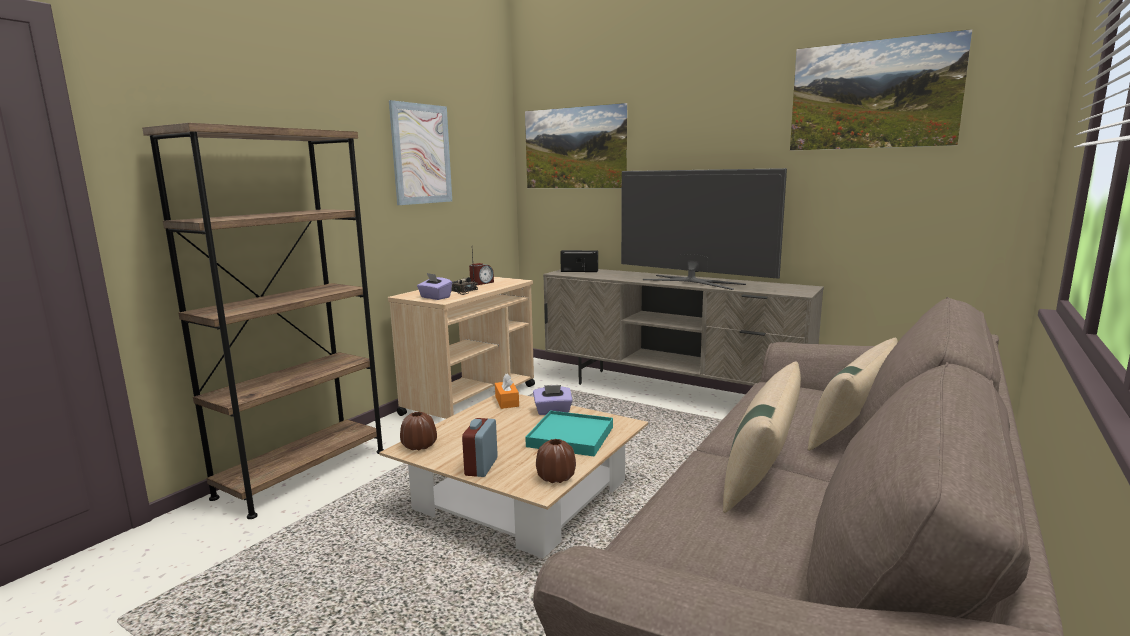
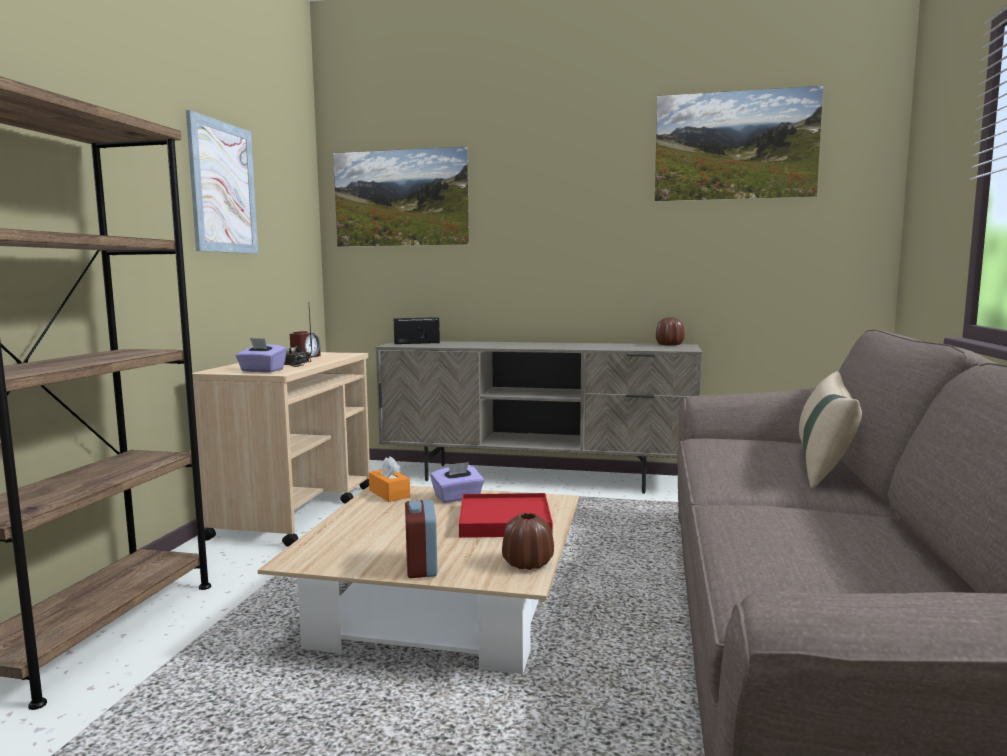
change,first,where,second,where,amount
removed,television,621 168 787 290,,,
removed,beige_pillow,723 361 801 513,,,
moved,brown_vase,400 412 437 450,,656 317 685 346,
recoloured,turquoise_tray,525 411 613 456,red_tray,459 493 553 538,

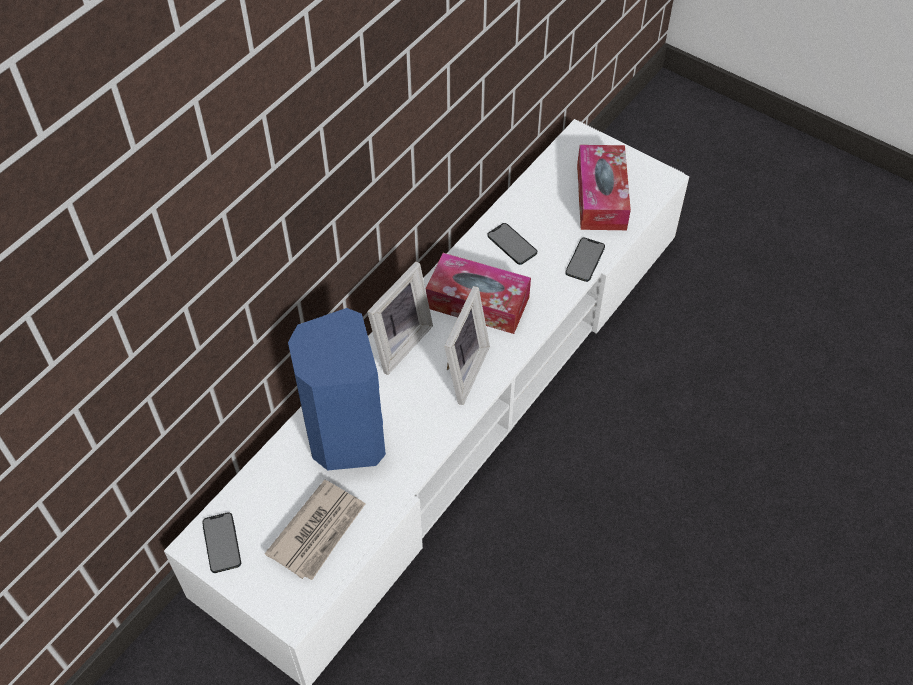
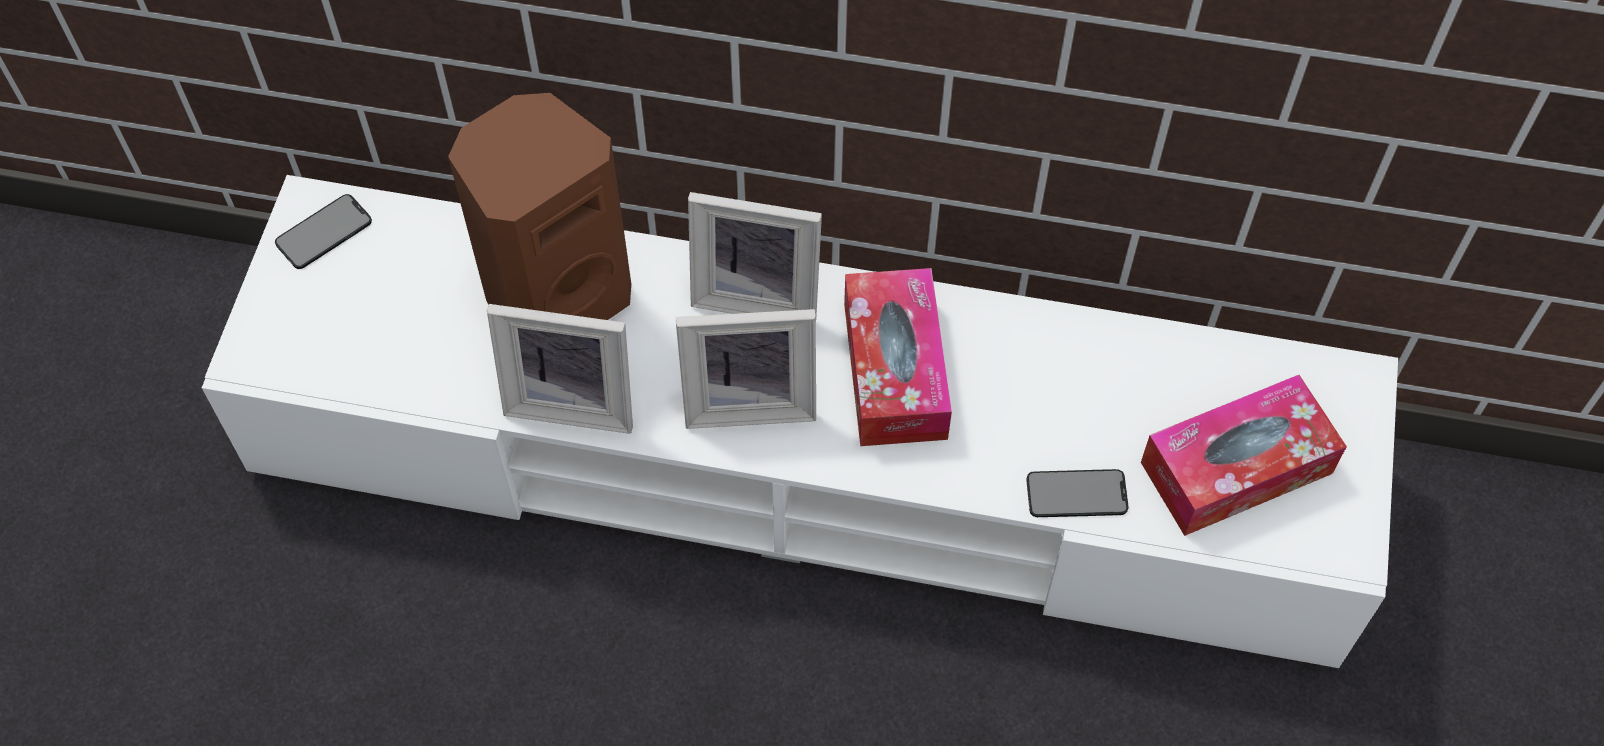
change,first,where,second,where,amount
removed,newspaper,265 480 365 580,,,
removed,phone,487 223 537 265,,,
added,,,picture_frame,487 304 633 434,
recoloured,blue_speaker,288 308 386 470,brown_speaker,448 93 631 320,

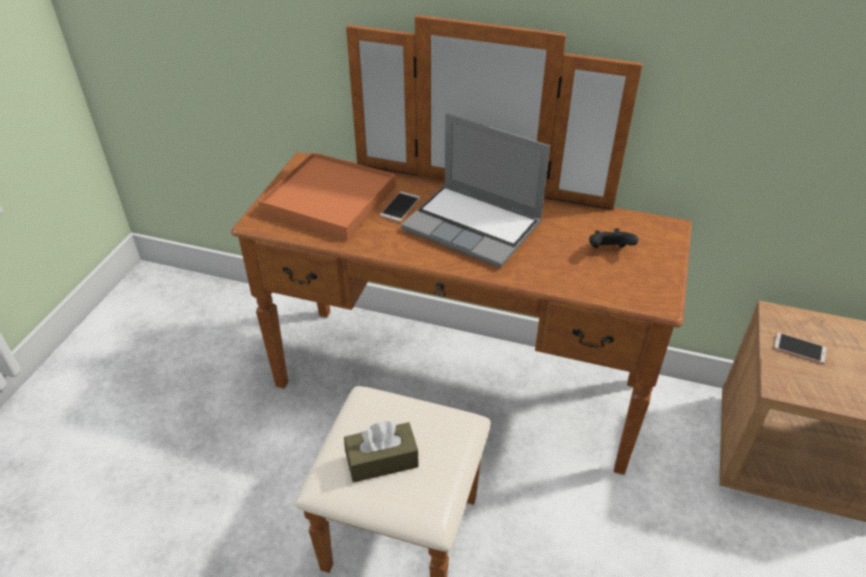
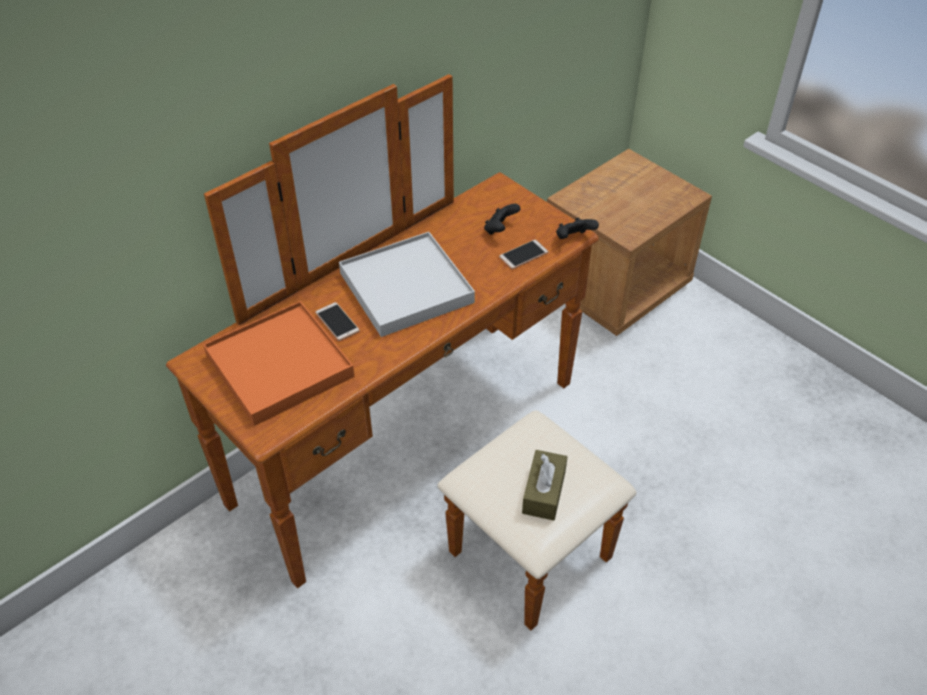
change,first,where,second,where,amount
added,,,black_game_controller,556 217 599 239,
moved,phone,773 332 827 364,,499 240 549 269,
replaced,laptop,401 113 550 268,white_tray,339 232 475 337,

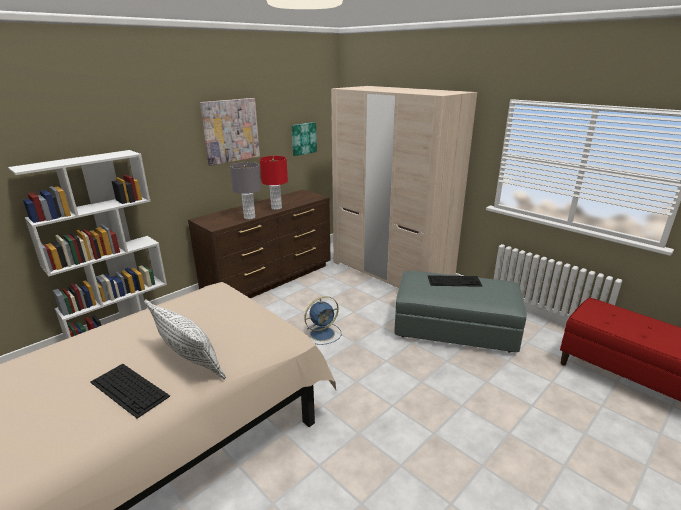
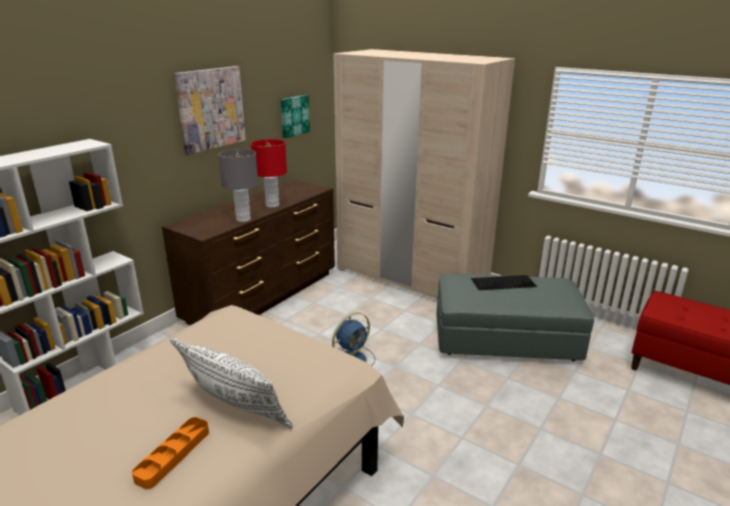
change,first,where,second,where,amount
replaced,keyboard,90 364 170 419,orange_tray,132 417 209 489,

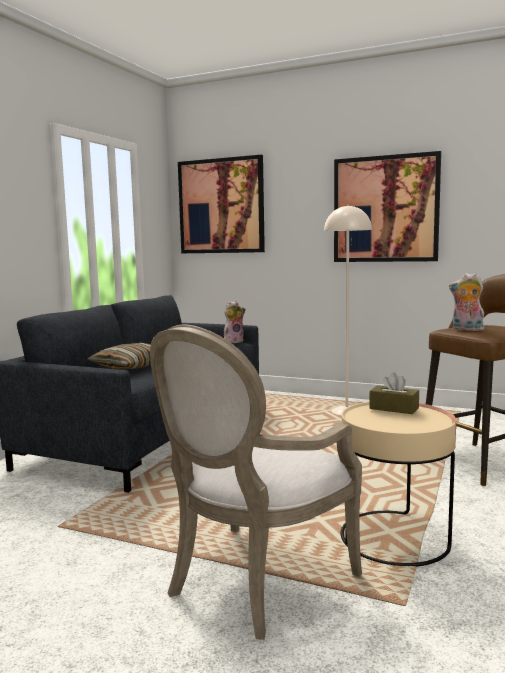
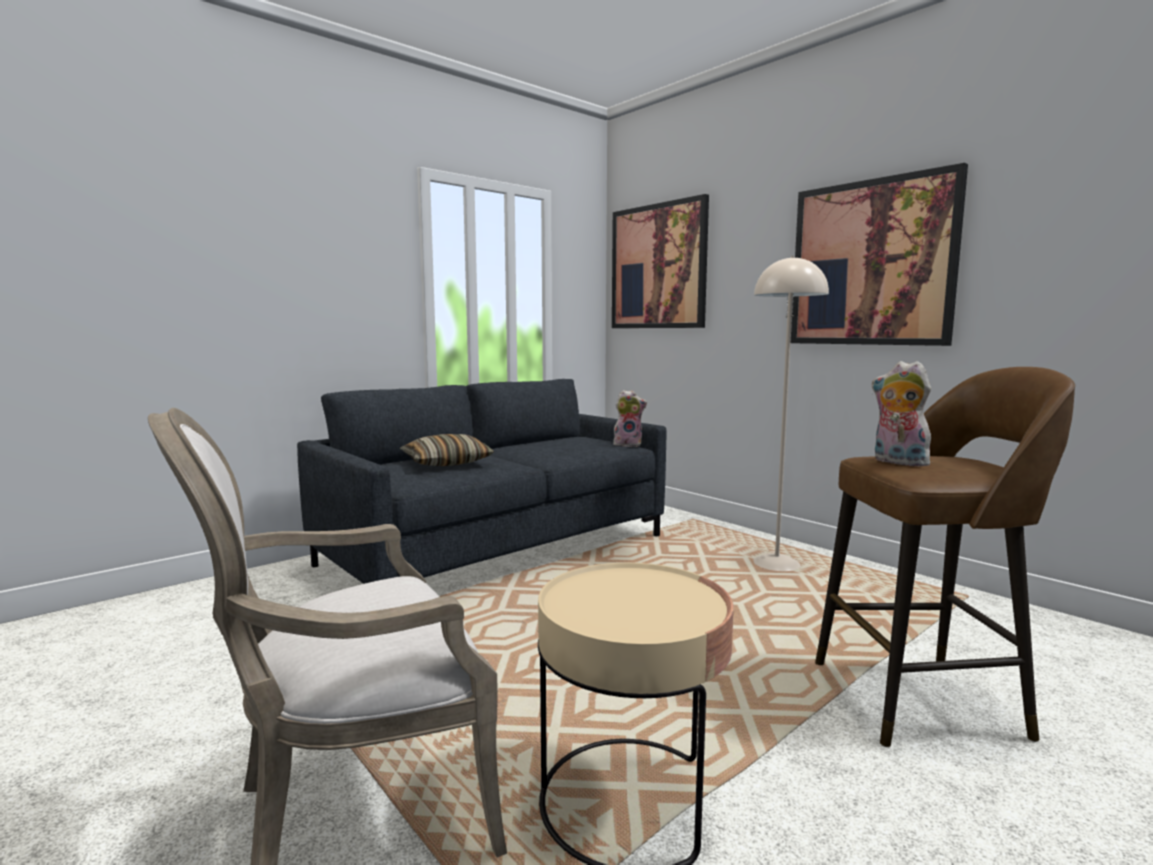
change,first,where,second,where,amount
removed,brown_tissue_box,369 372 419 414,,,

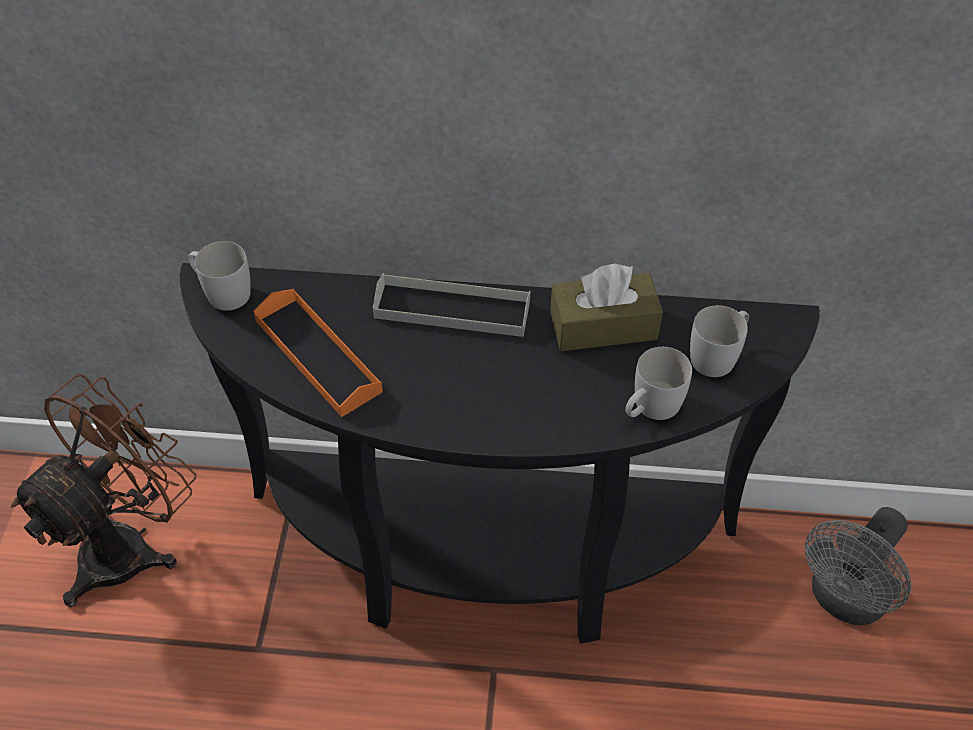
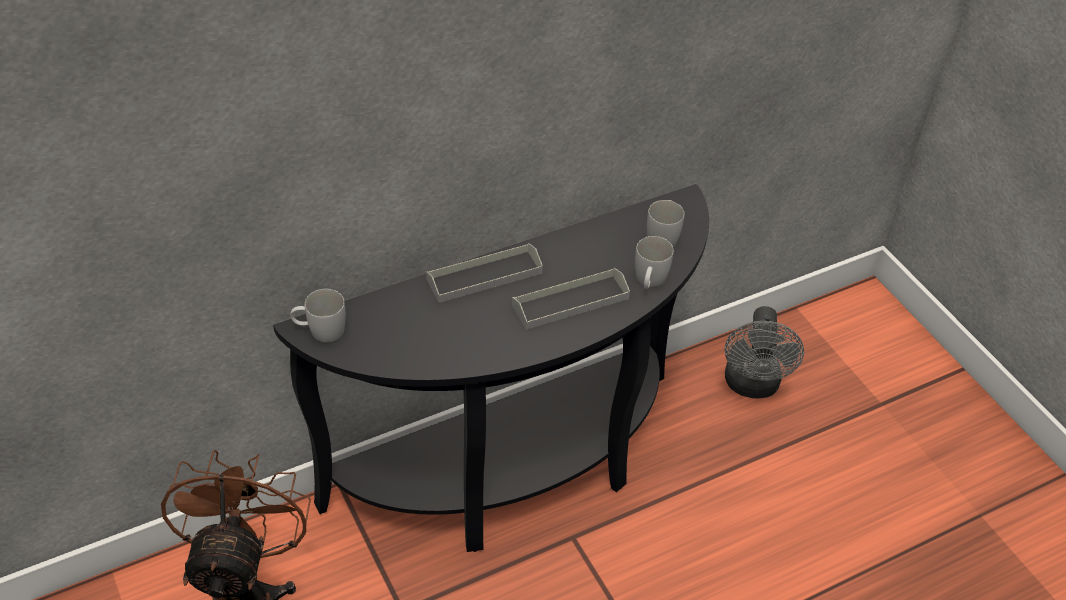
change,first,where,second,where,amount
removed,orange_tray,253 289 383 417,,,
removed,brown_tissue_box,550 263 663 351,,,
added,,,grey_tray,512 268 630 330,

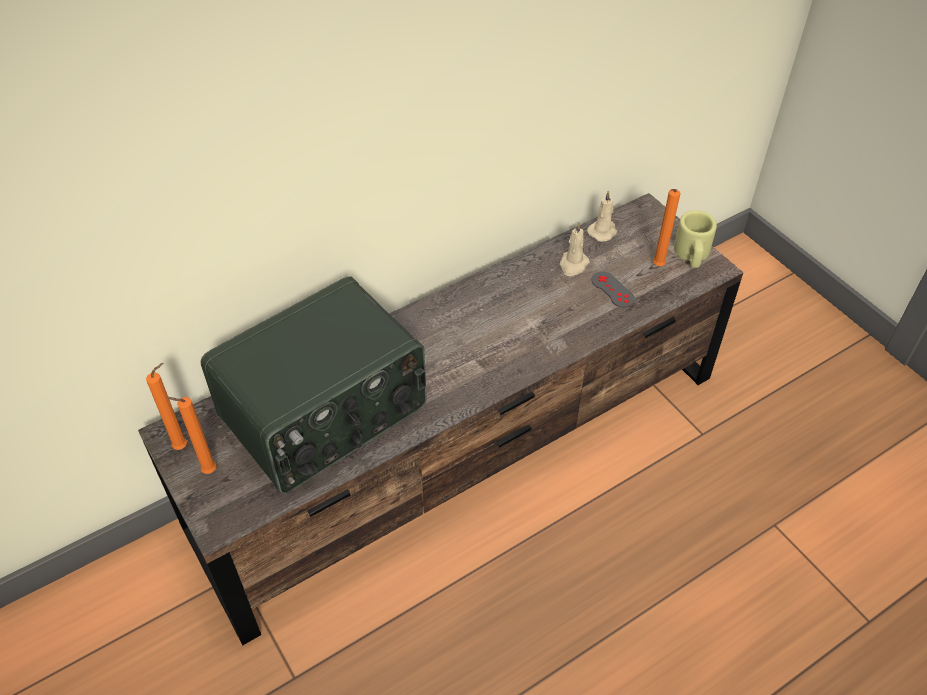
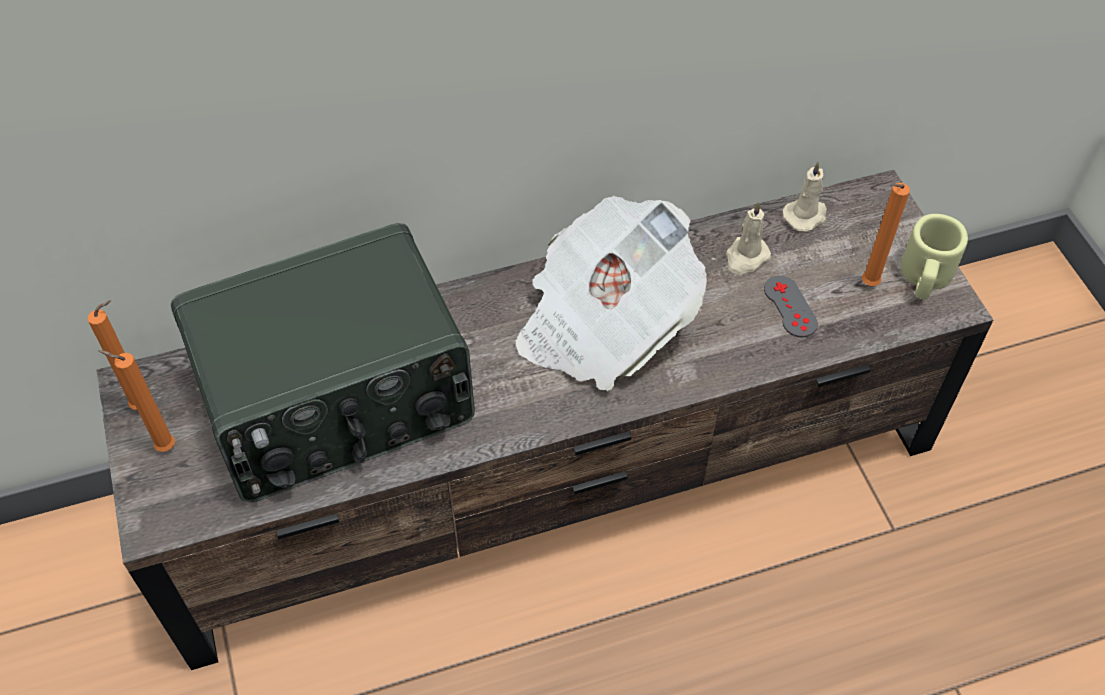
change,first,where,second,where,amount
added,,,newspaper,516 196 707 391,

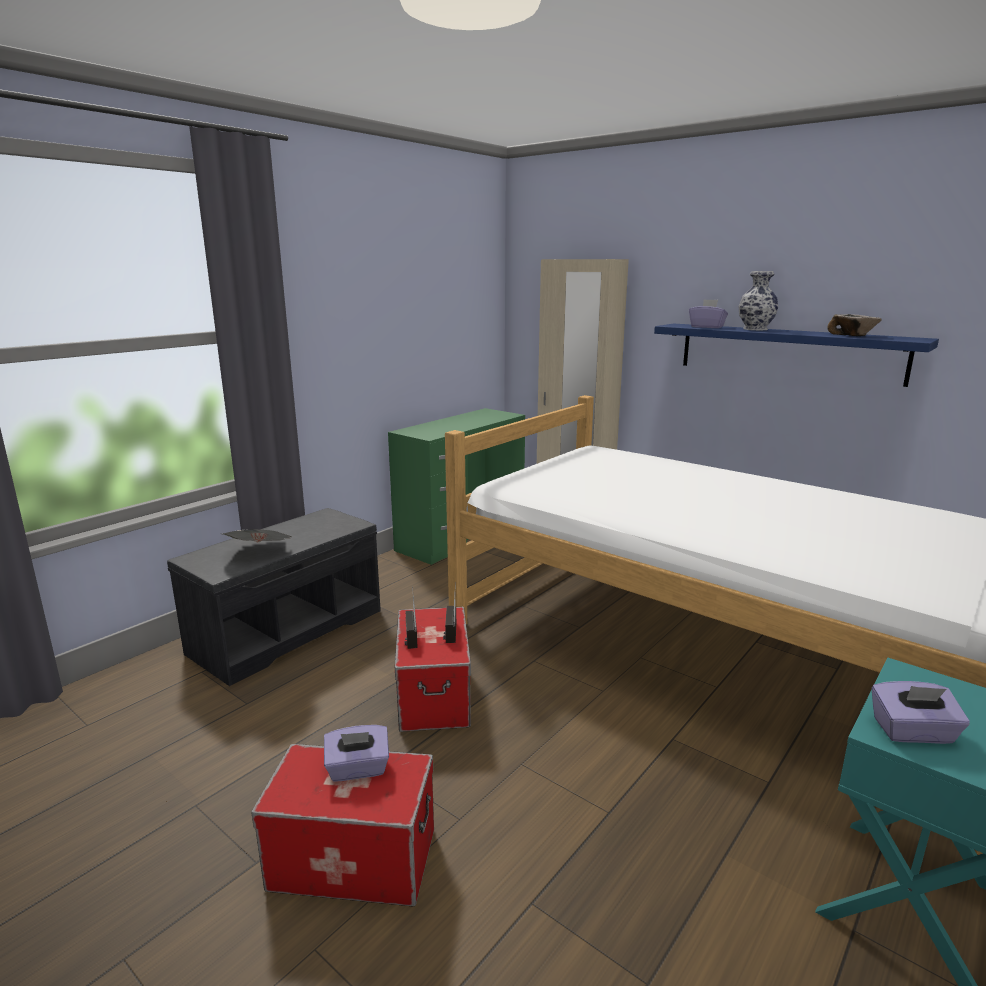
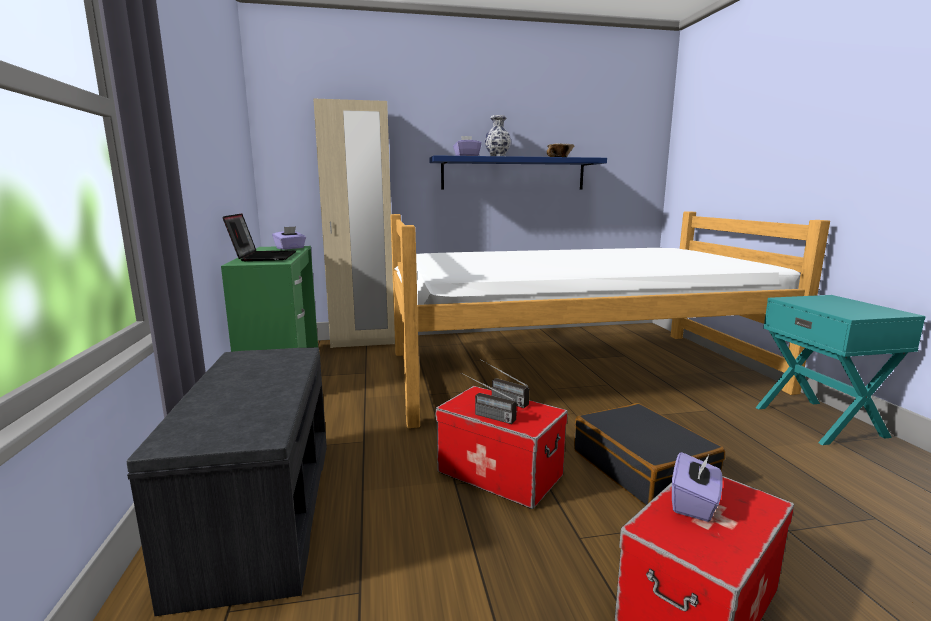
change,first,where,second,where,amount
removed,newspaper,223 529 292 542,,,
added,,,laptop,222 213 296 261,
added,,,black_suitcase,574 403 725 505,
moved,purple_tissue_box,872 681 970 744,,272 226 306 250,

